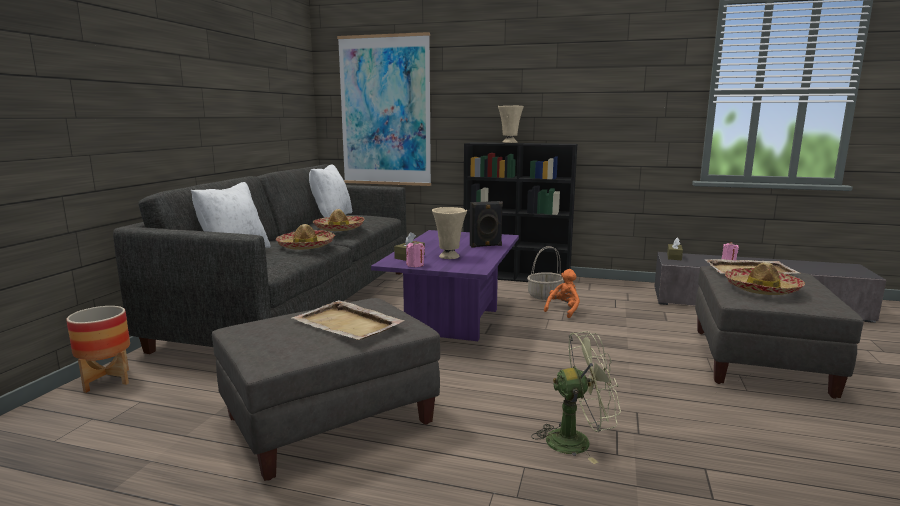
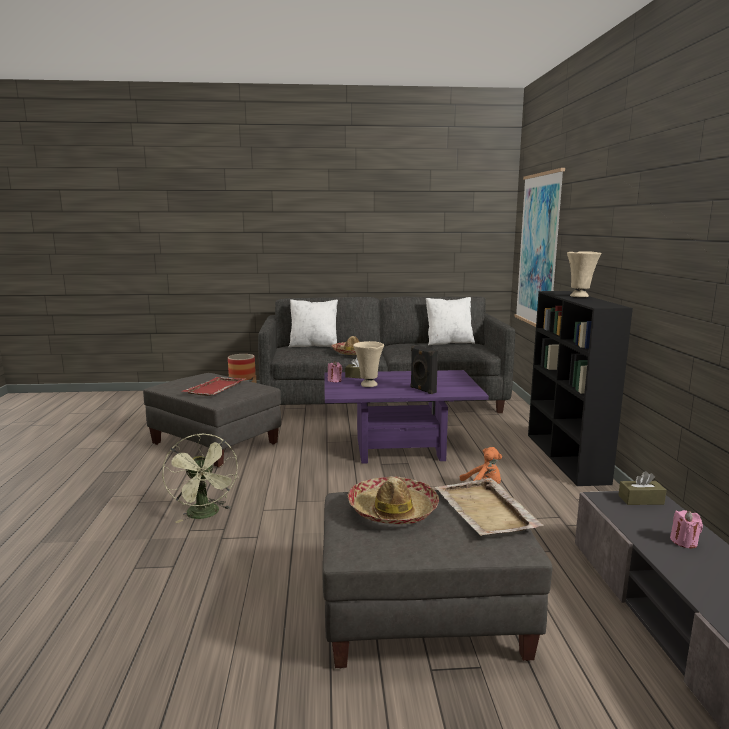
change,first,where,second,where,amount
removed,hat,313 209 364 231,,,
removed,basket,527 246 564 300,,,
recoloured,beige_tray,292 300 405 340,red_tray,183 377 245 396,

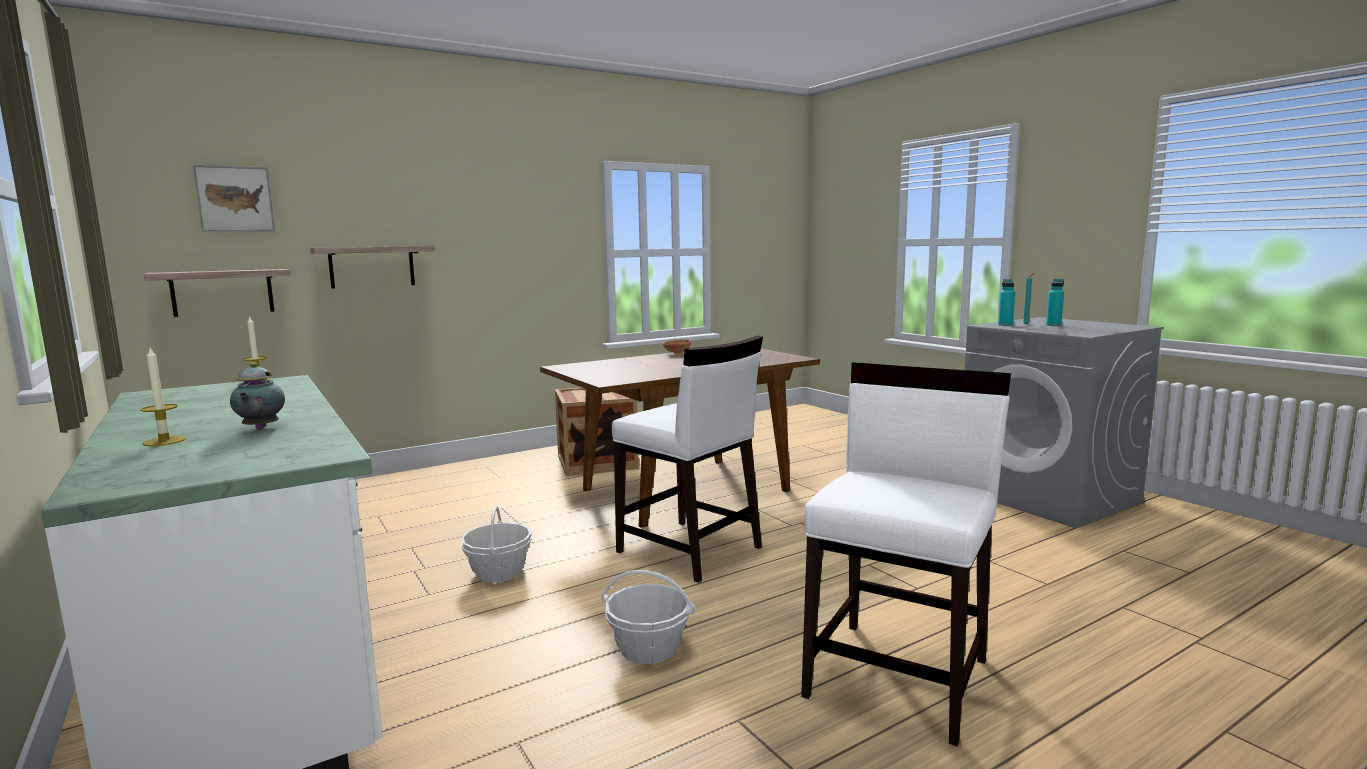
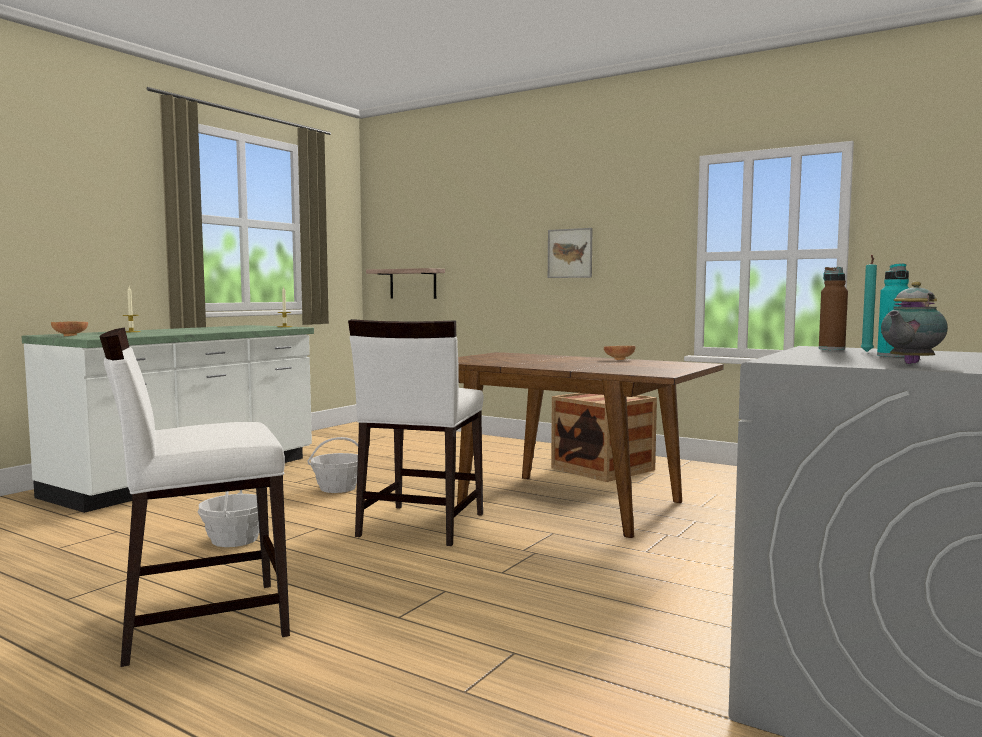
change,first,where,second,where,amount
removed,shelf,310 246 435 289,,,
added,,,brown_bowl,51 322 88 336,
moved,picture,193 165 275 232,,548 228 593 278,
moved,teapot,230 362 285 430,,881 281 948 364,
recoloured,turquoise_bottle,998 279 1015 326,brown_bottle,819 267 848 350,
turned,white_chair,801 362 1011 747,,100 328 290 667,150 degrees clockwise

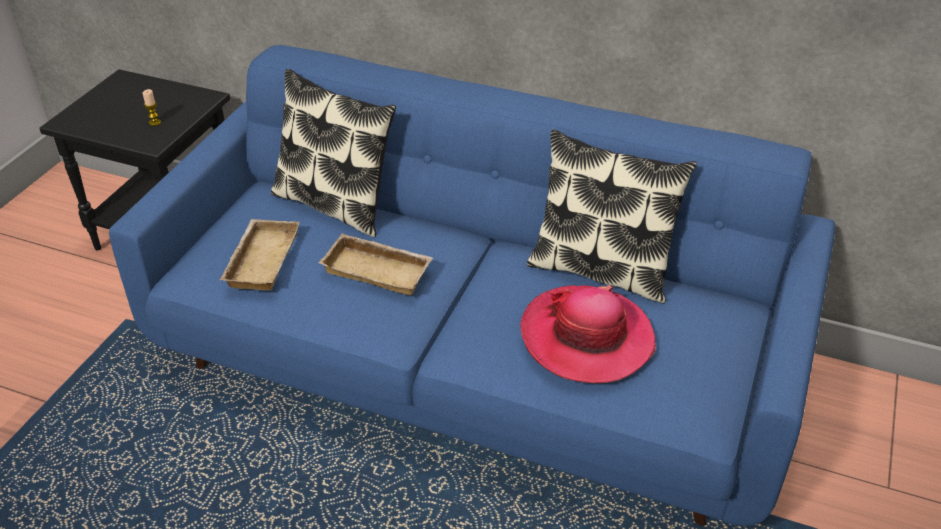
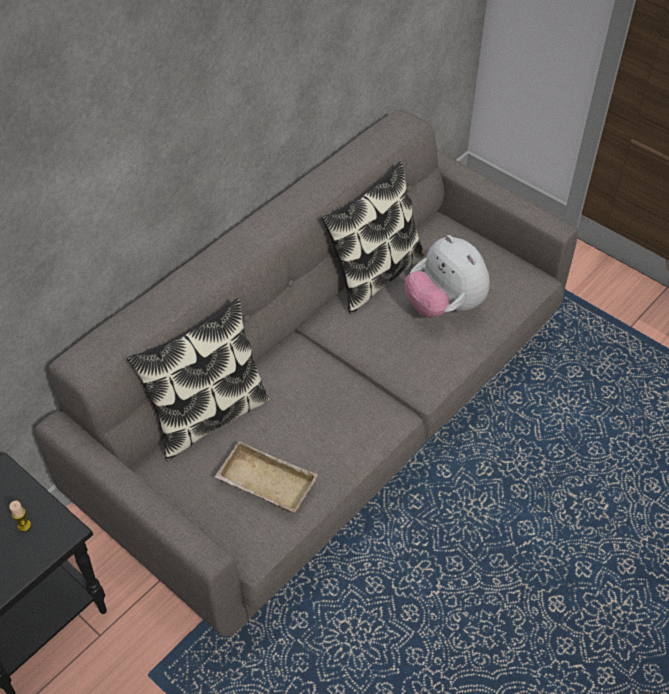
change,first,where,second,where,amount
removed,beige_tray,319 234 433 295,,,
replaced,hat,521 285 656 383,plush_toy,405 235 490 318,
recoloured,blue_sofa,109 45 835 526,grey_sofa,35 110 578 637,

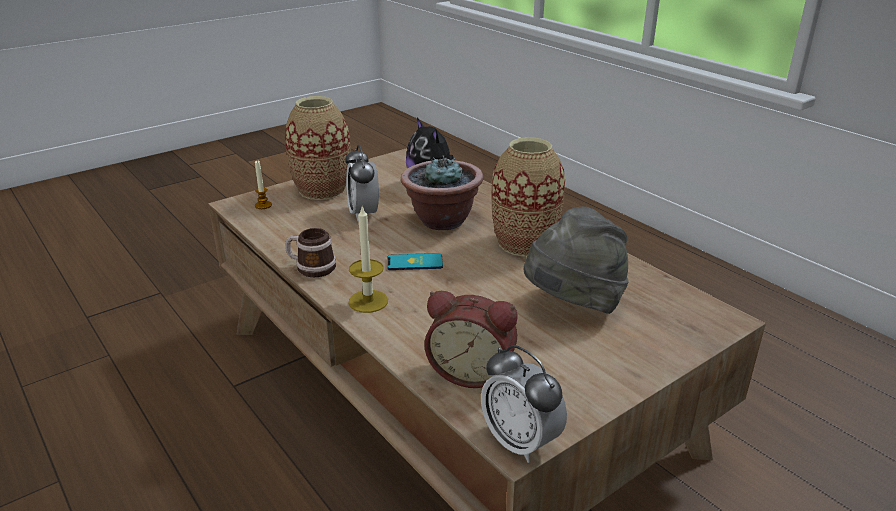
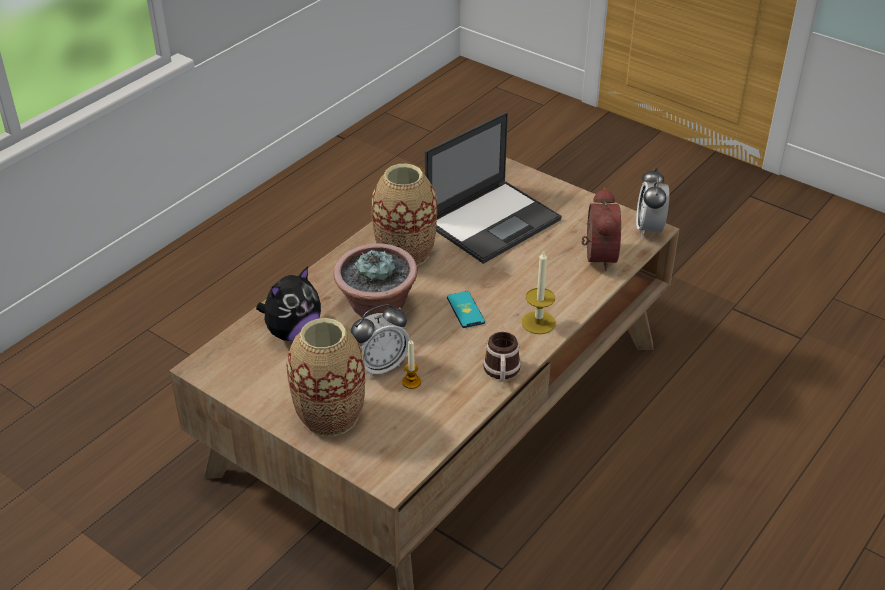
change,first,where,second,where,amount
moved,candle,255 160 272 209,,402 340 421 389,
replaced,grey_hat,524 206 629 314,laptop,425 112 561 264,
turned,alarm_clock,481 345 567 463,,636 168 669 238,150 degrees clockwise

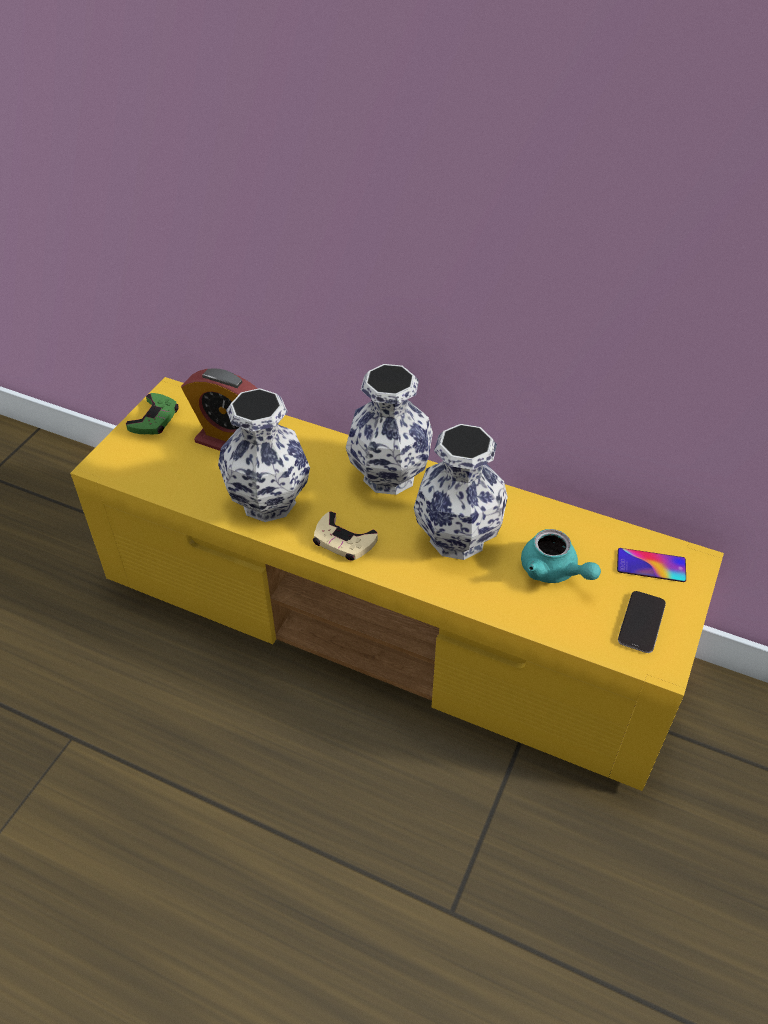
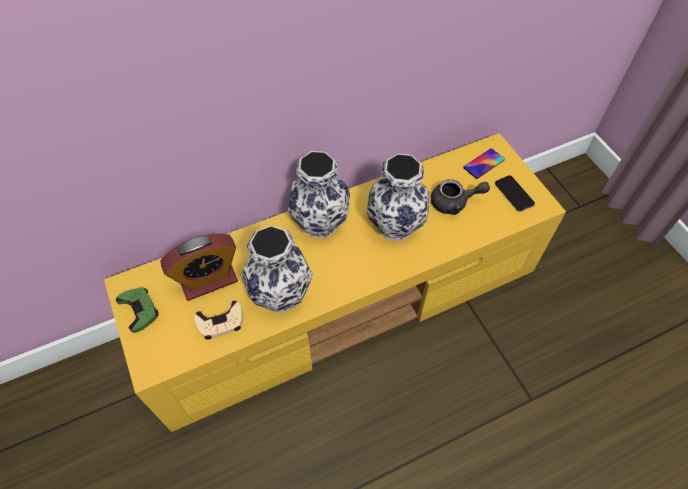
change,first,where,second,where,amount
moved,beige_game_controller,313 511 378 561,,195 301 242 340,
recoloured,turquoise_teapot,521 529 601 583,grey_teapot,431 179 490 215,

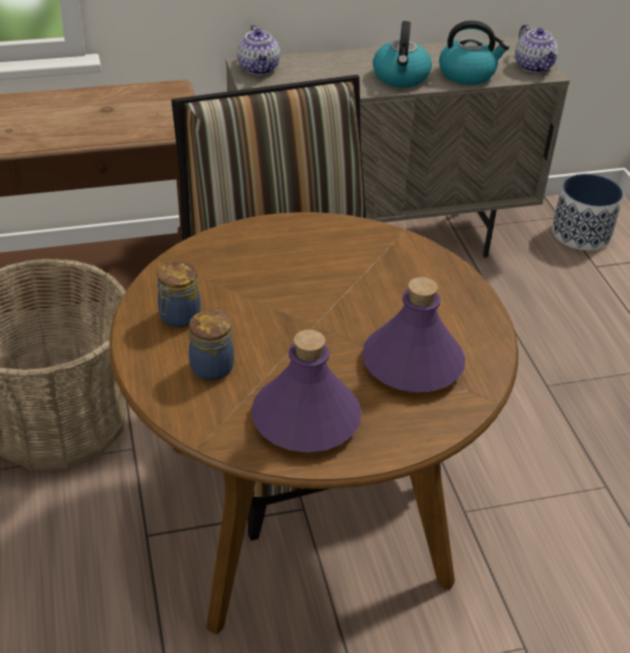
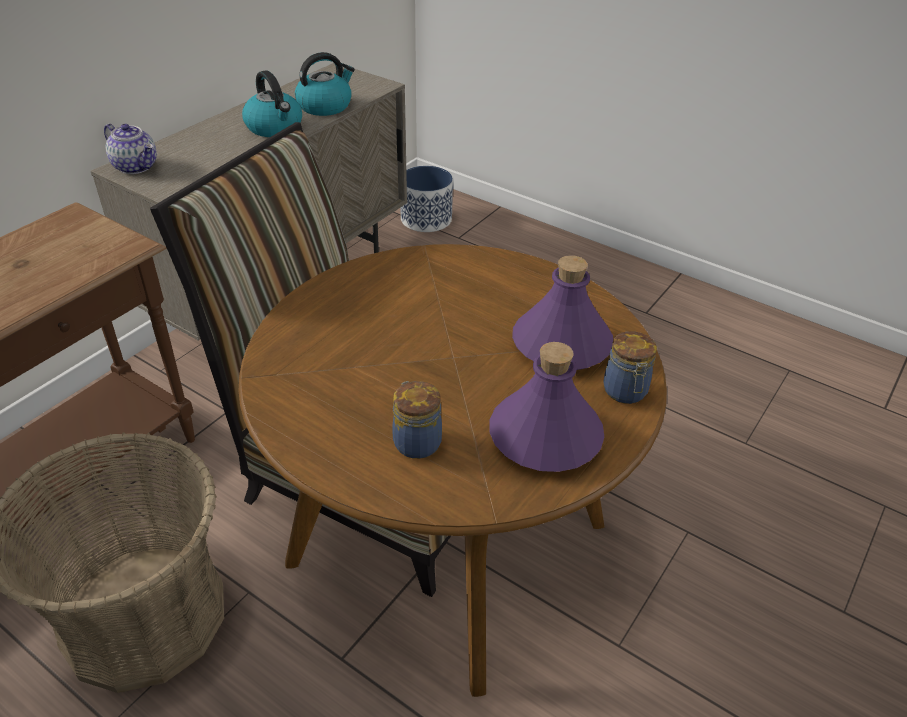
change,first,where,second,where,amount
removed,teapot,515 24 558 73,,,
moved,jar,157 261 201 328,,603 331 657 404,

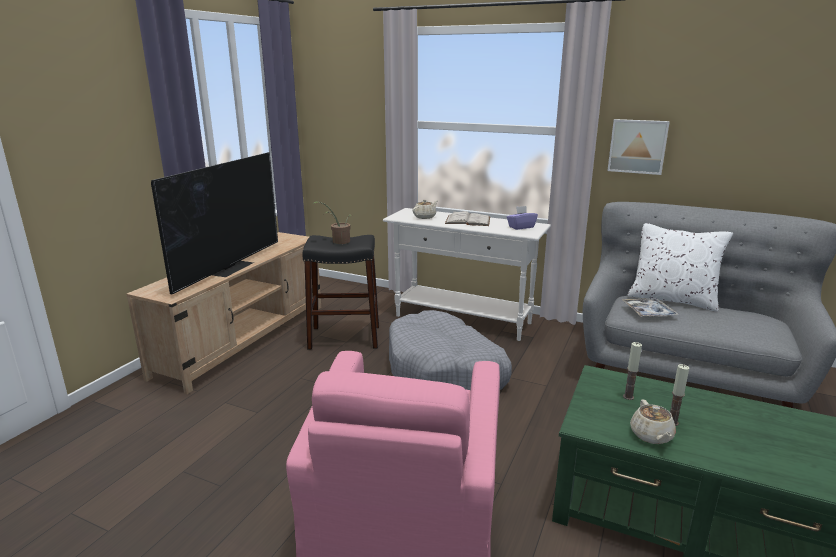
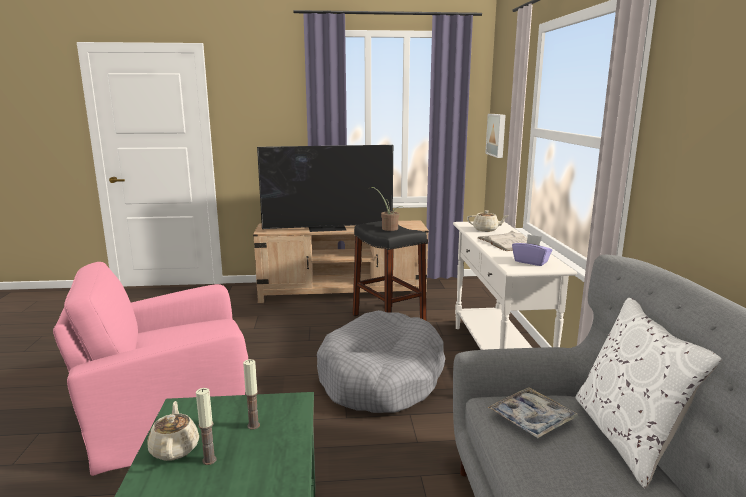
change,first,where,second,where,amount
moved,picture,607 119 670 175,,485 114 506 158,
turned,beige_teapot,630 399 676 444,,147 401 199 461,105 degrees clockwise

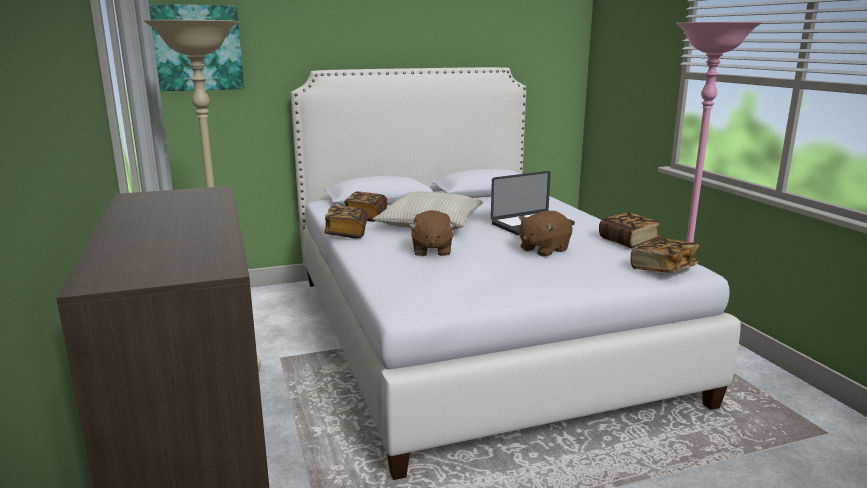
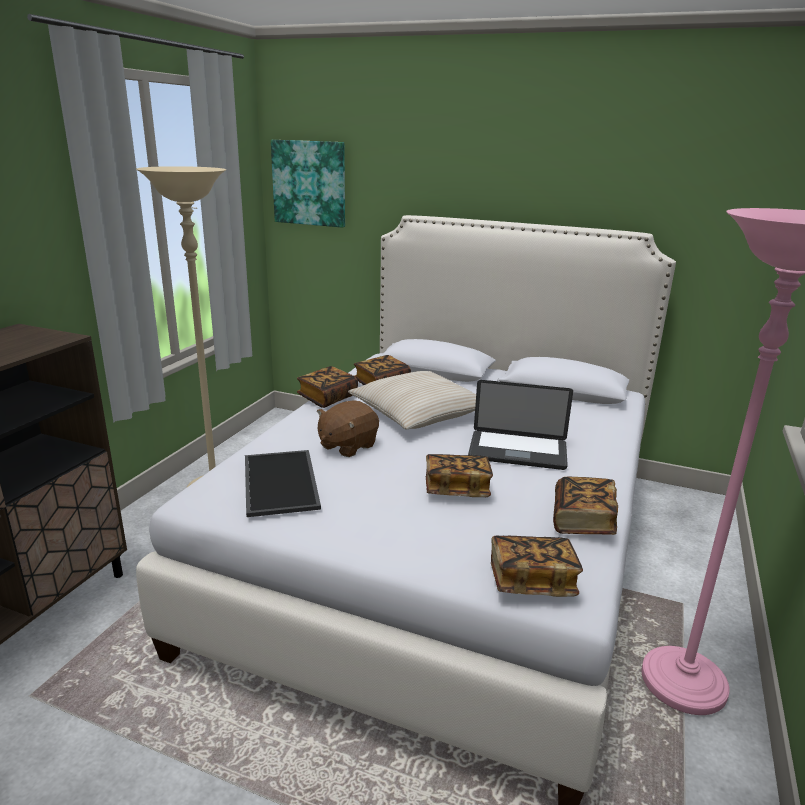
change,first,where,second,where,amount
added,,,tray,245 450 321 517,
replaced,brown_plush_toy,519 211 573 257,book,426 454 493 497,

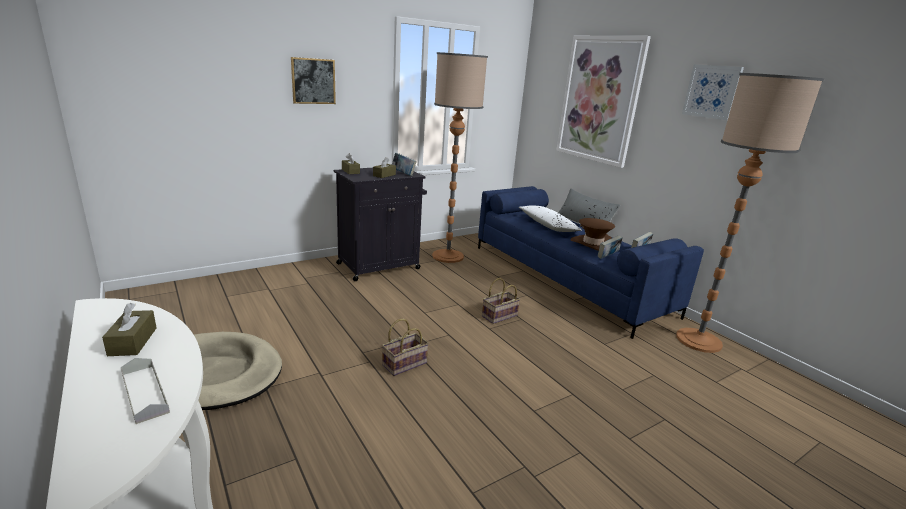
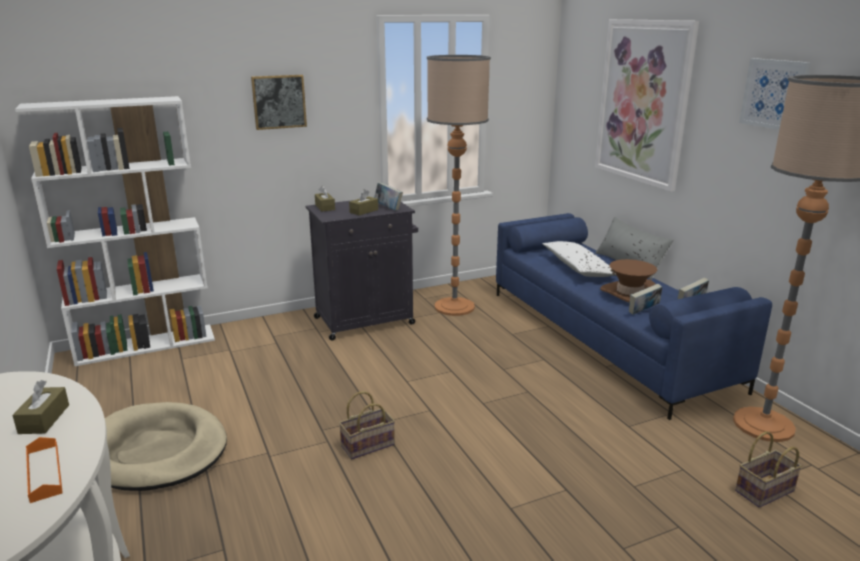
change,first,where,second,where,amount
added,,,white_bookcase,15 96 215 366,
moved,basket,482 278 520 324,,735 431 802 508,
recoloured,grey_tray,121 358 170 424,orange_tray,26 437 63 503,

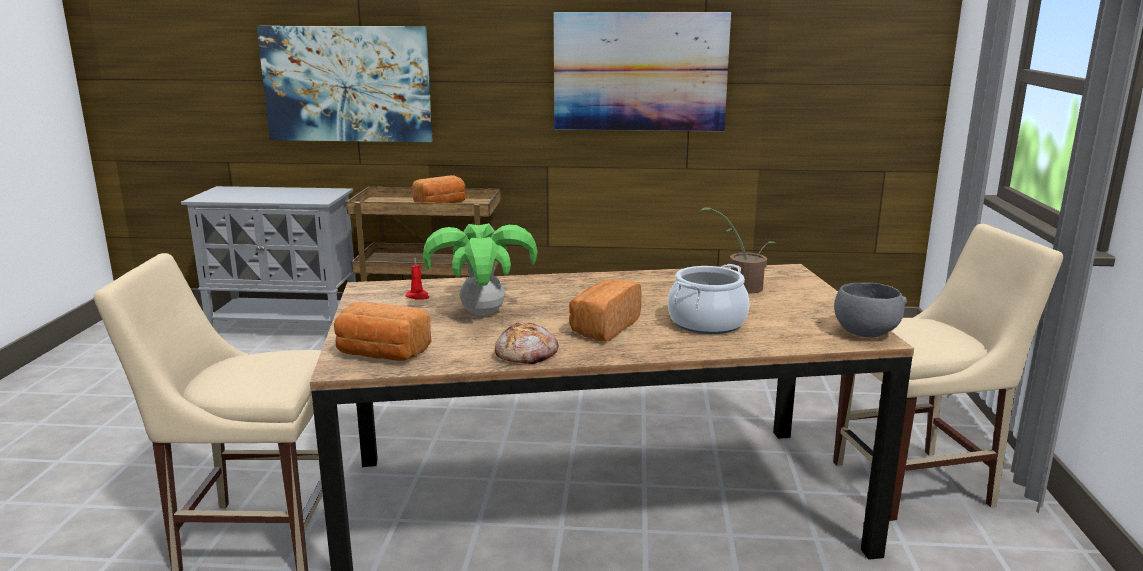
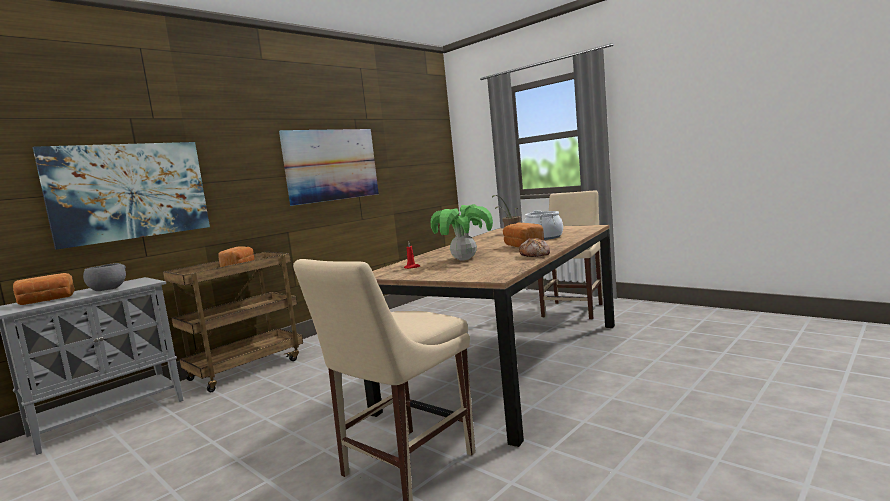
change,first,where,second,where,amount
moved,bread,334 302 431 361,,13 273 75 305,
moved,grey_bowl,834 283 907 337,,83 263 126 291,

